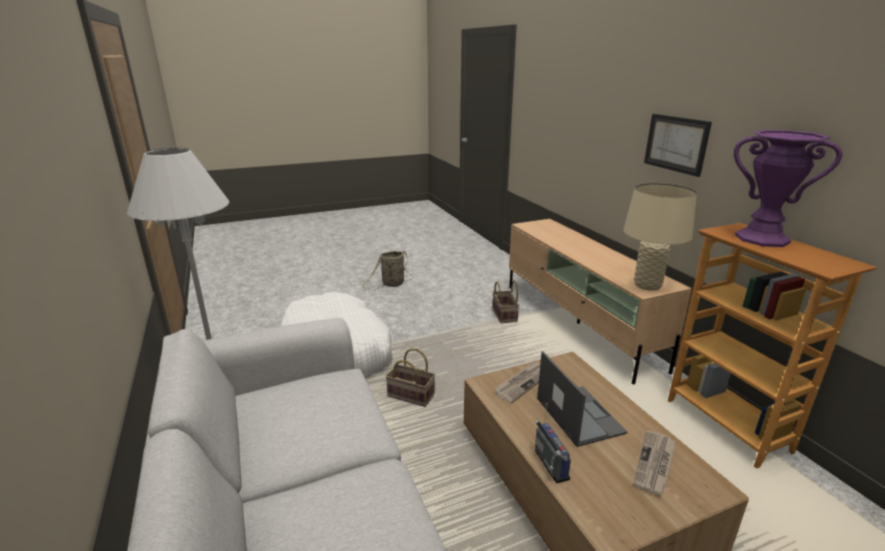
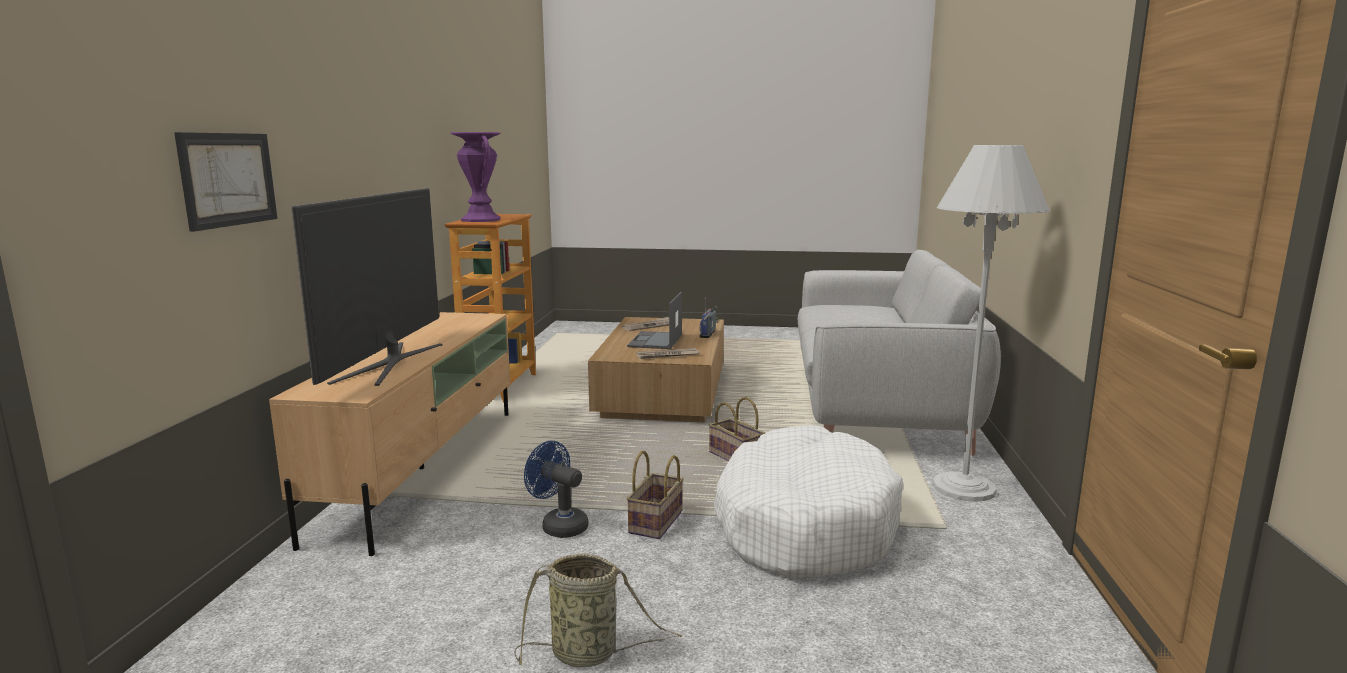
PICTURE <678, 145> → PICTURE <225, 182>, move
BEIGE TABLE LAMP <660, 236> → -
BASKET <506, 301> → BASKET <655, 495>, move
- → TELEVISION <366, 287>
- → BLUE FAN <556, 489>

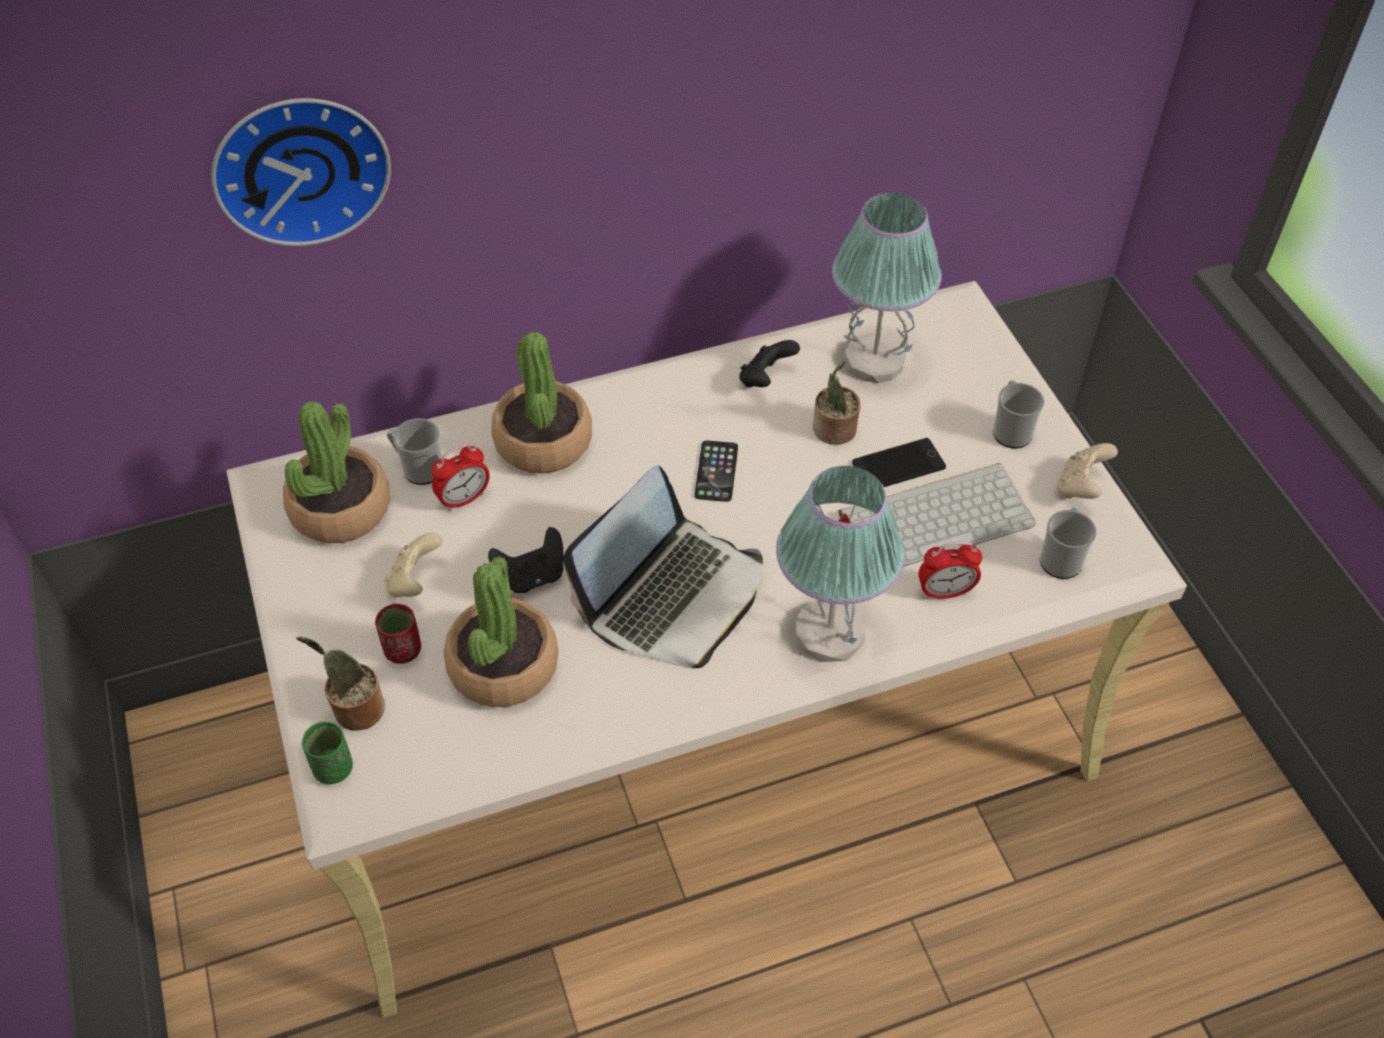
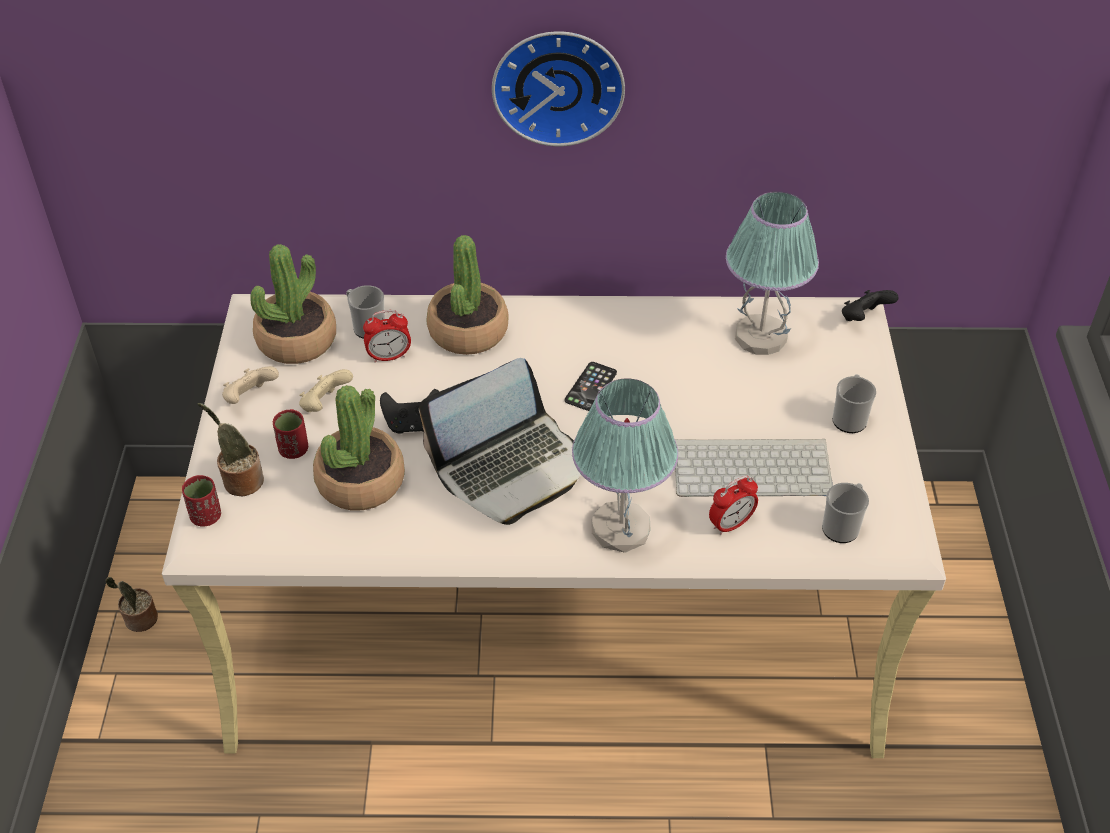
WALL CLOCK <301, 172> → WALL CLOCK <558, 88>, move
BLACK GAME CONTROLLER <769, 364> → BLACK GAME CONTROLLER <870, 305>, move
POTTED PLANT <837, 402> → POTTED PLANT <131, 604>, move
PHONE <899, 462> → -
BEIGE GAME CONTROLLER <1087, 471> → BEIGE GAME CONTROLLER <250, 385>, move
ALARM CLOCK <950, 570> → ALARM CLOCK <733, 505>, 45 degrees counterclockwise
GREEN CUP <327, 753> → RED CUP <201, 500>

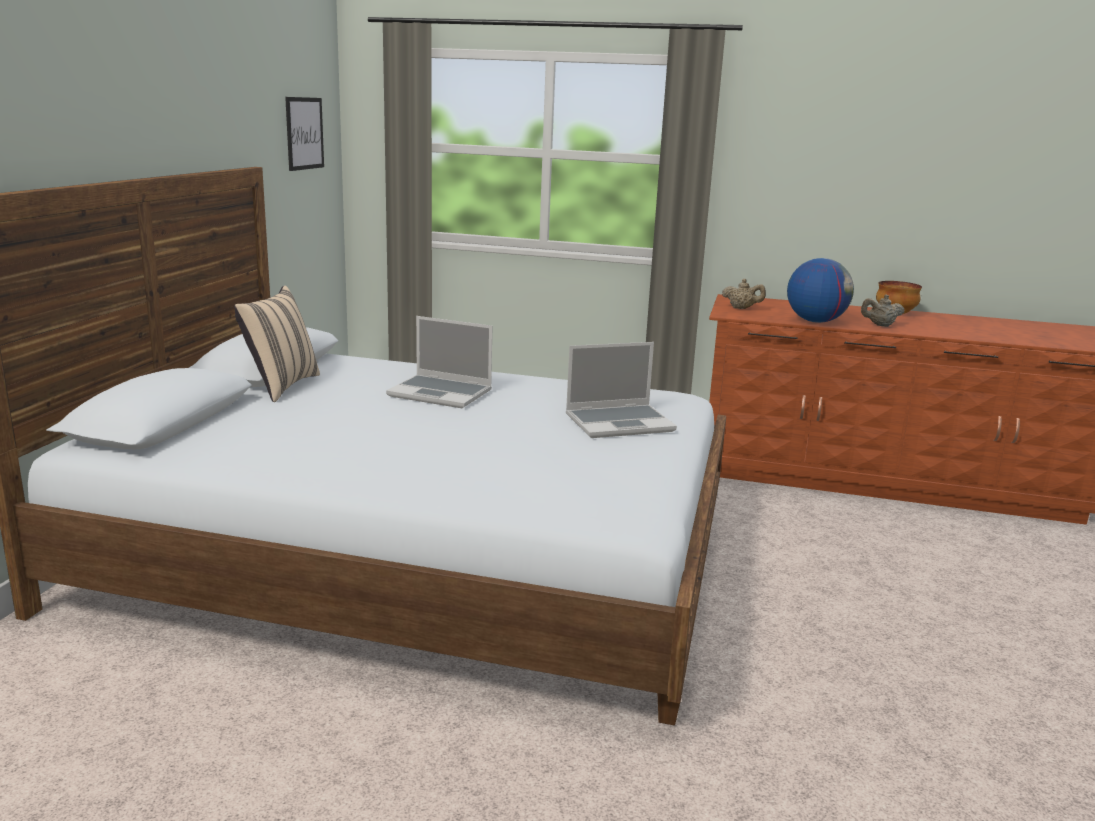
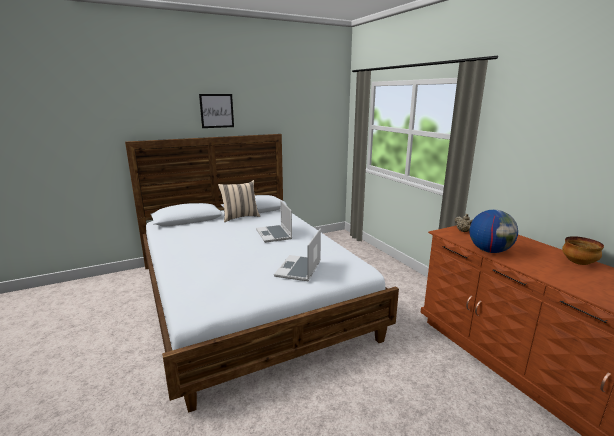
PICTURE <304, 134> → PICTURE <216, 111>, move
BEIGE TEAPOT <882, 310> → -
LAPTOP <621, 390> → LAPTOP <297, 254>, 75 degrees clockwise

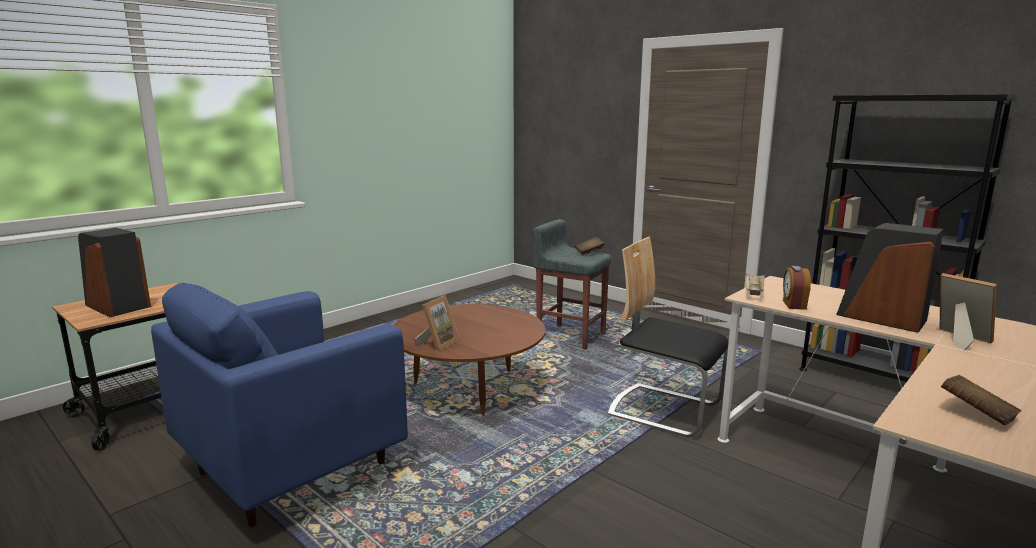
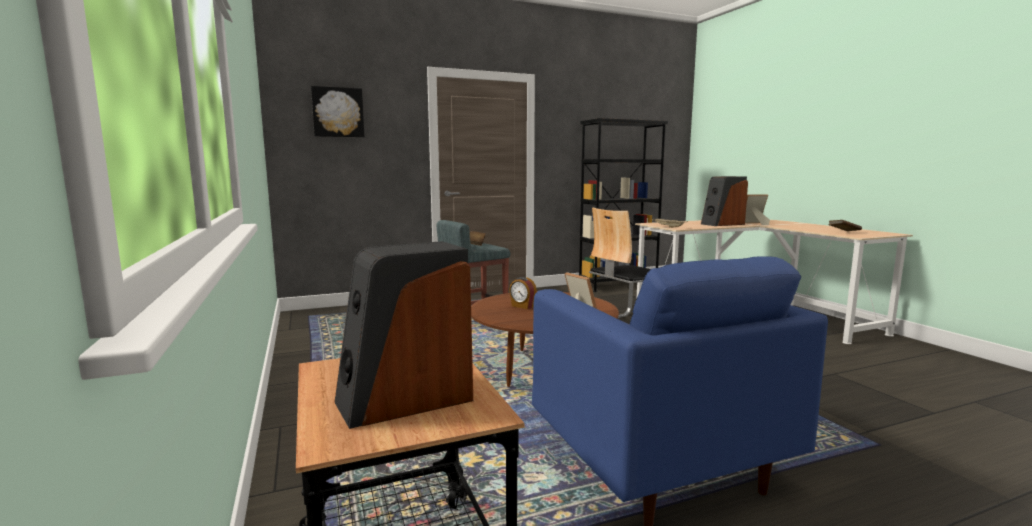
ALARM CLOCK <797, 288> → ALARM CLOCK <523, 293>, move
- → PICTURE <338, 111>

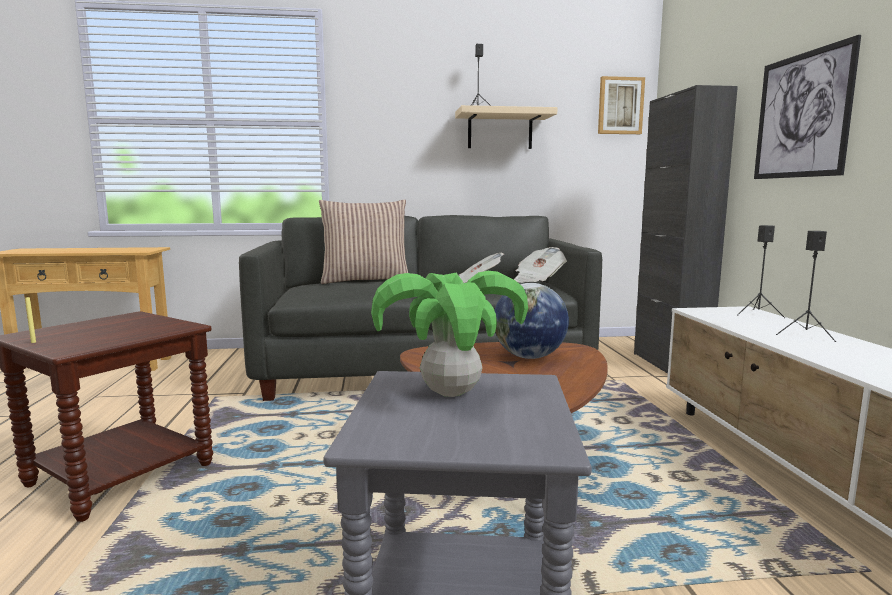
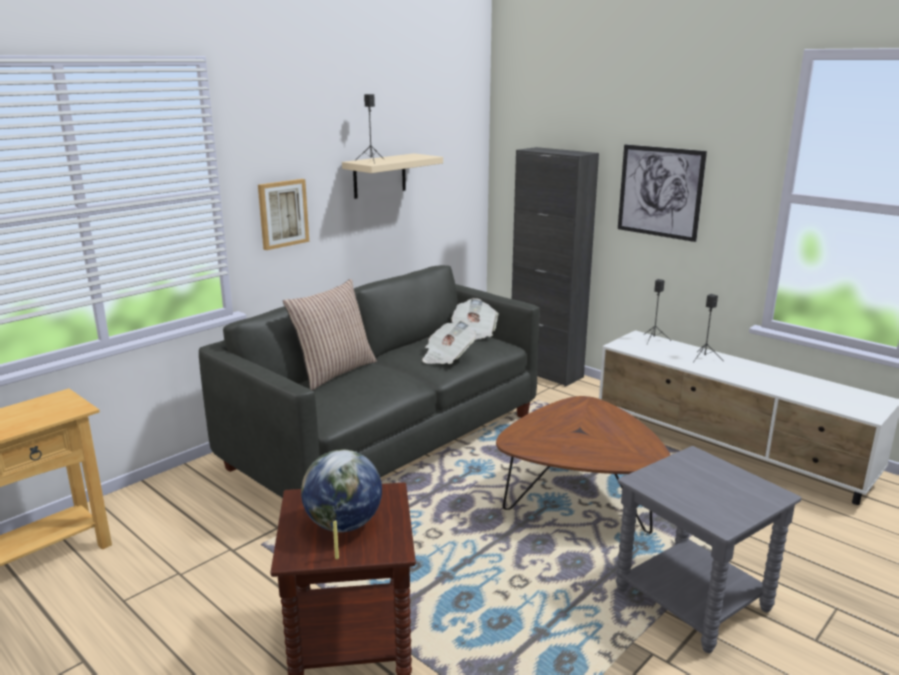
PICTURE <621, 105> → PICTURE <283, 214>, move
POTTED PLANT <449, 334> → -
GLOBE <531, 321> → GLOBE <341, 491>, move

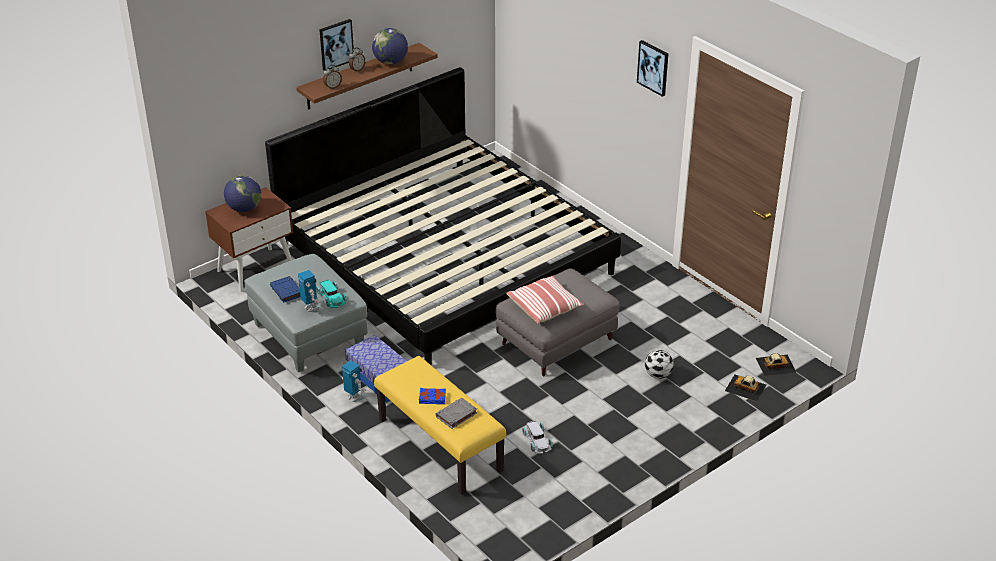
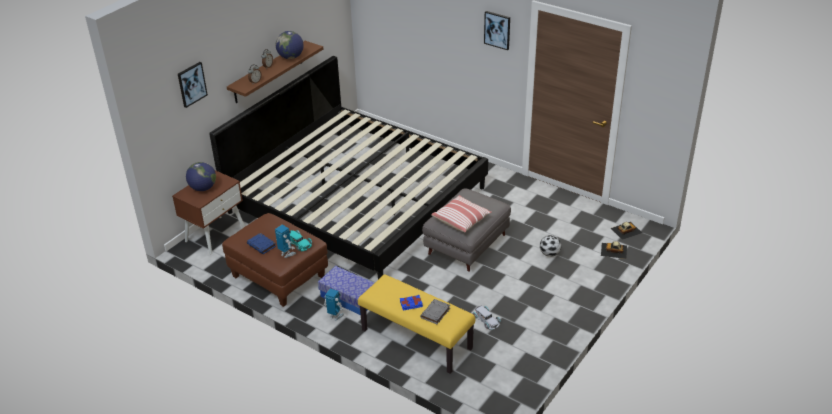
PICTURE <336, 45> → PICTURE <193, 85>, move
GREY OTTOMAN <306, 313> → BROWN OTTOMAN <275, 260>

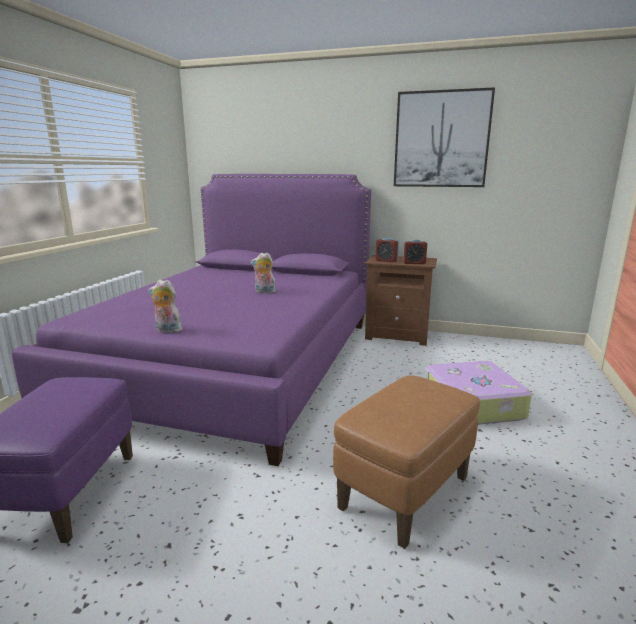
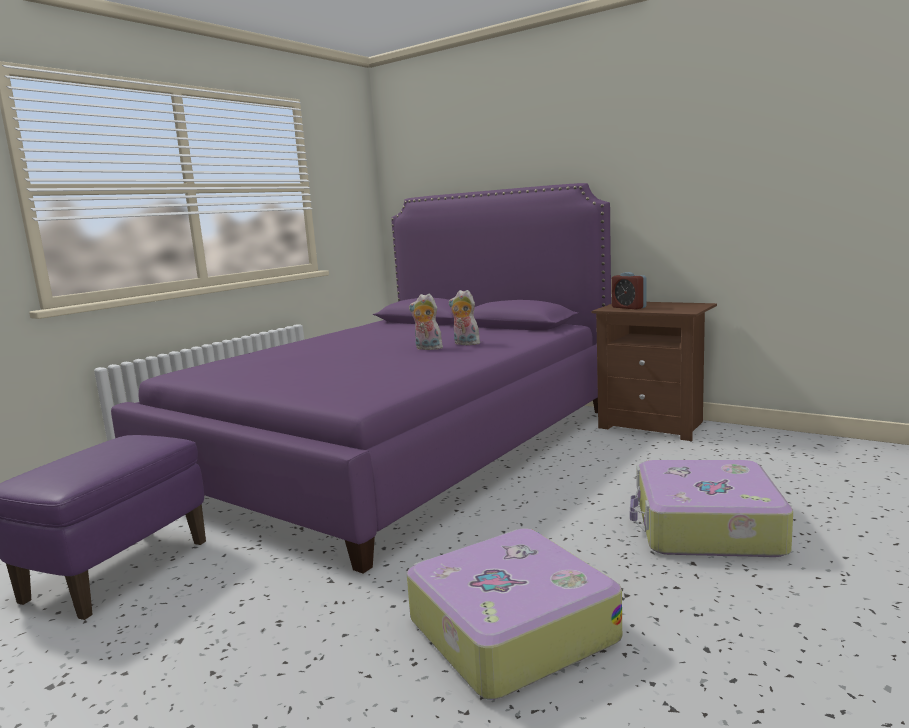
PICTURE <444, 137> → -
ALARM CLOCK <415, 251> → -
PLUSH TOY <165, 306> → PLUSH TOY <464, 317>, move
BROWN OTTOMAN <406, 462> → SUITCASE <514, 613>

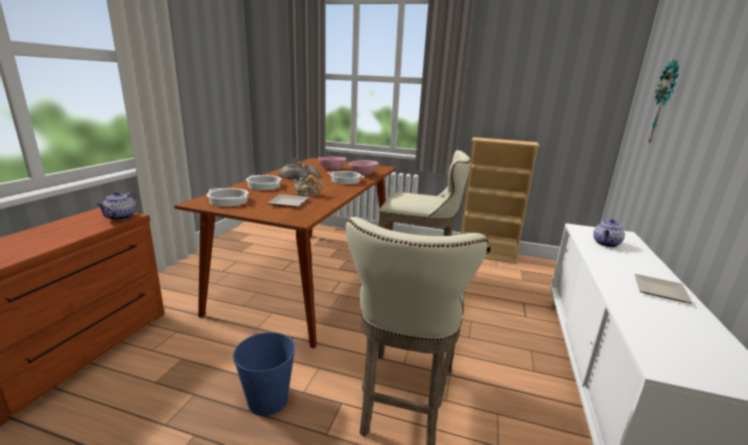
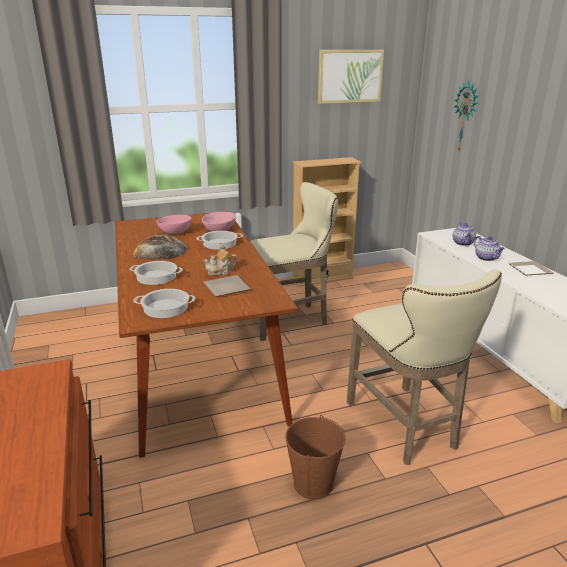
TEAPOT <117, 205> → TEAPOT <489, 248>, move
BLUE BUCKET <264, 374> → BROWN BUCKET <315, 457>
- → PICTURE <351, 77>

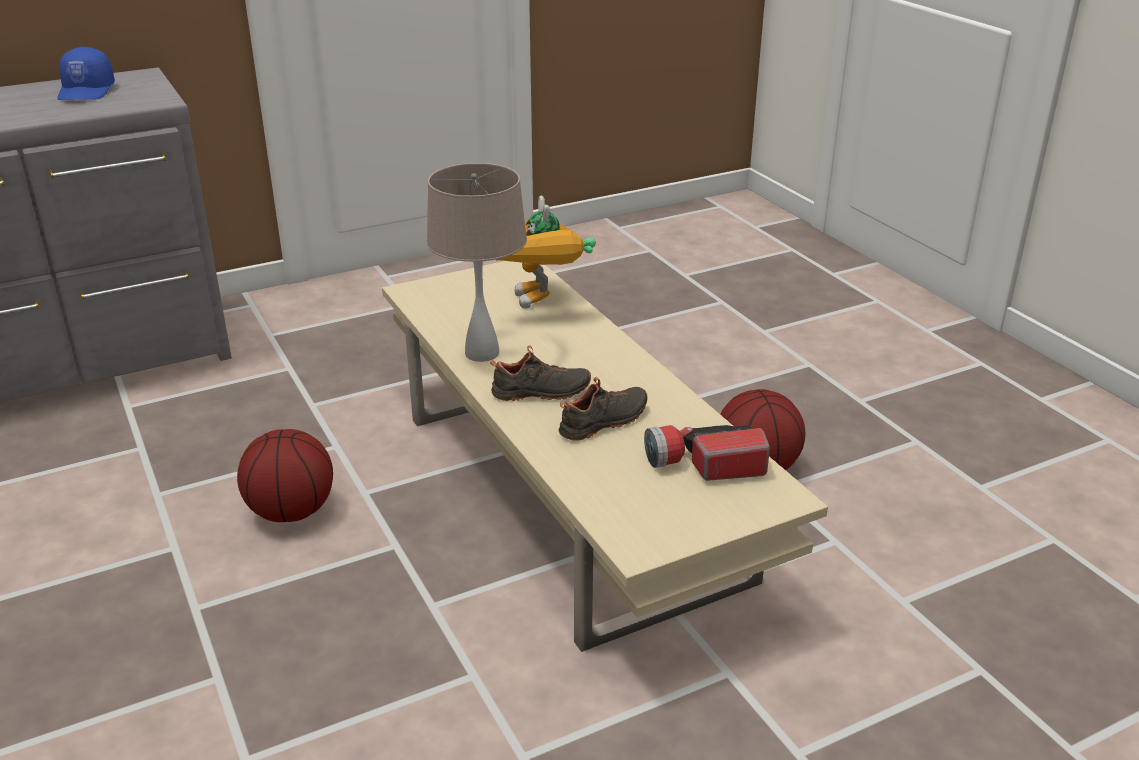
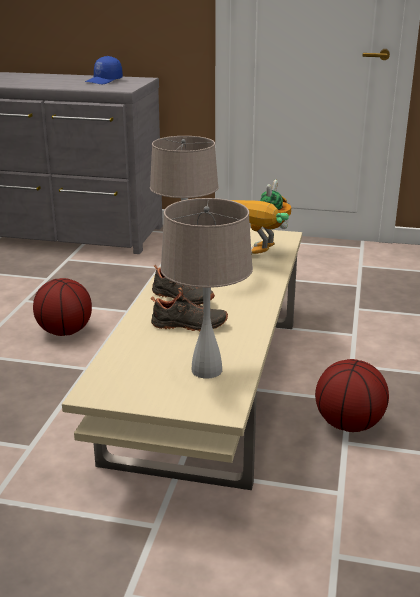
FLASHLIGHT <707, 453> → BEIGE TABLE LAMP <206, 288>

